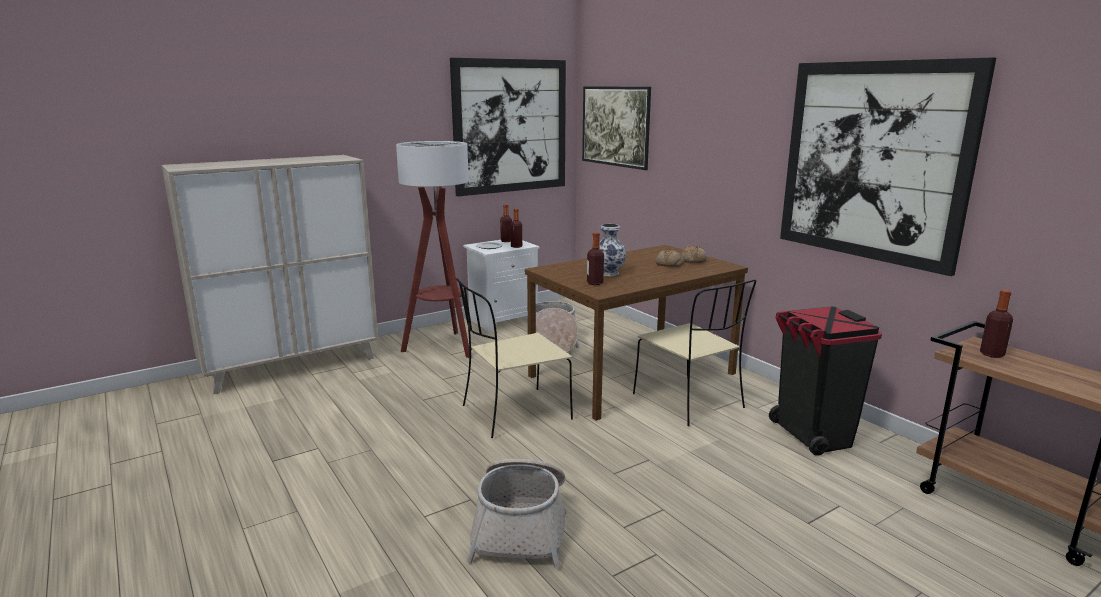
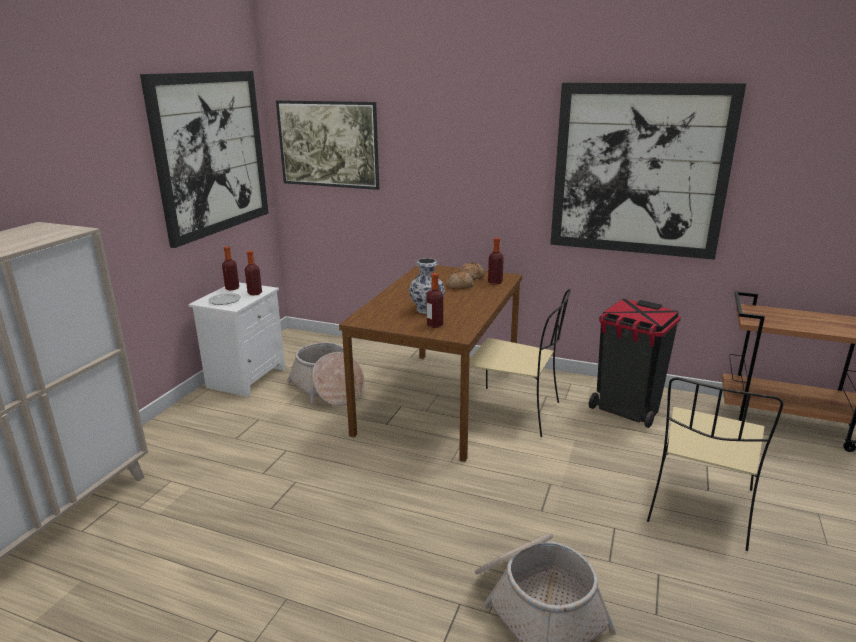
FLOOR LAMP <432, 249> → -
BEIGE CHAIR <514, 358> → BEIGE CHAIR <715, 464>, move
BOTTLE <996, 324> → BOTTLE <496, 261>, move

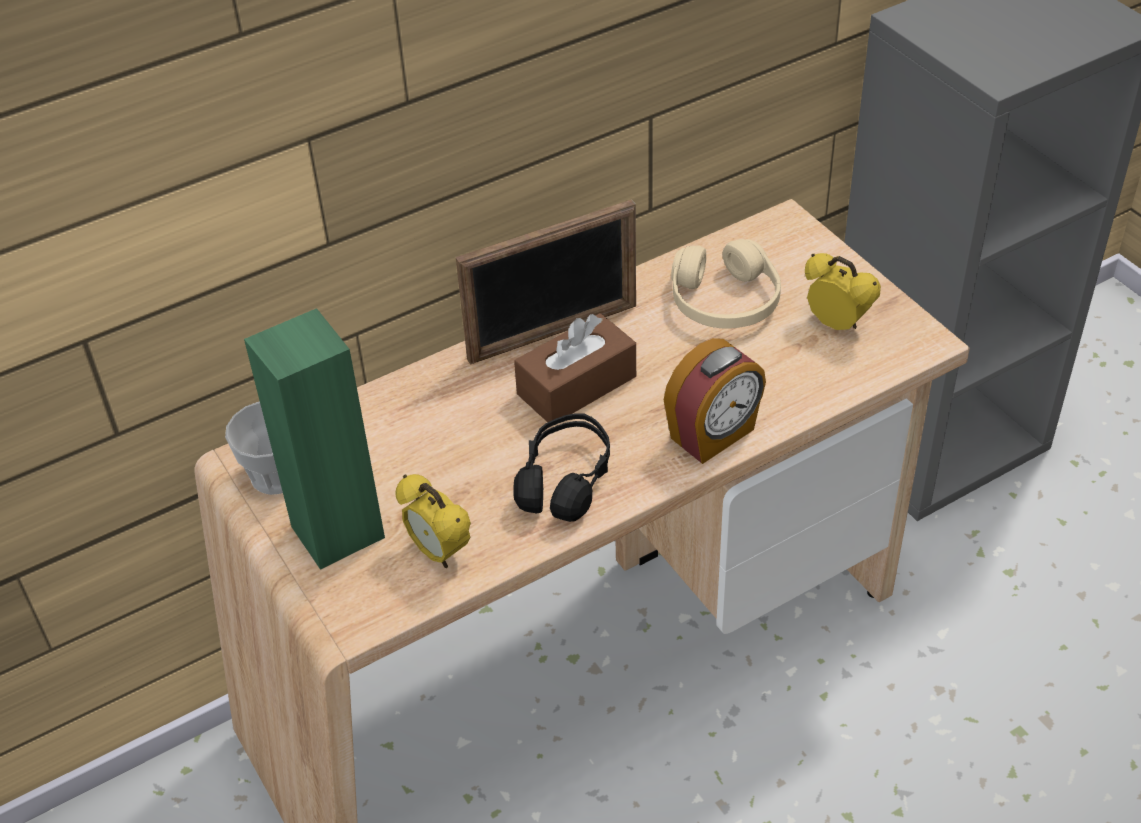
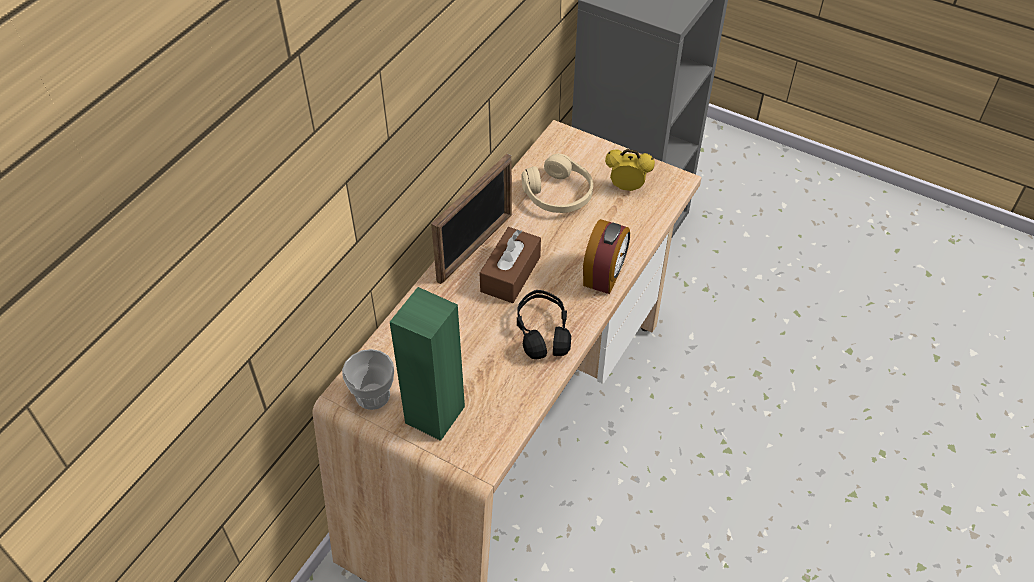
ALARM CLOCK <433, 521> → -

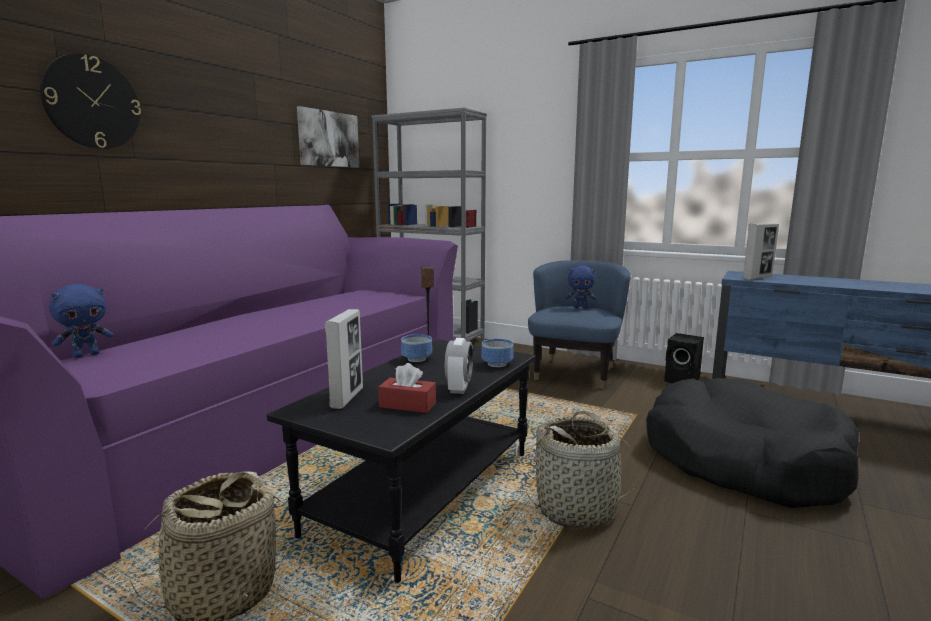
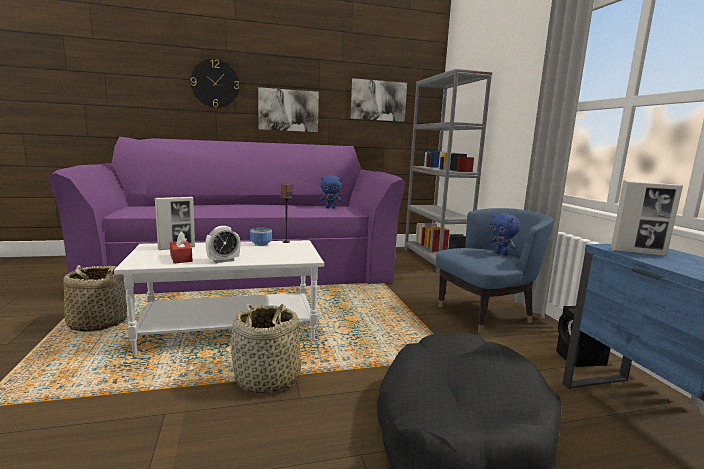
BLUE PLUSH TOY <81, 321> → BLUE PLUSH TOY <330, 192>, move
BLACK COFFEE TABLE <401, 461> → WHITE COFFEE TABLE <219, 297>
BOWL <497, 353> → -
- → PICTURE <288, 109>

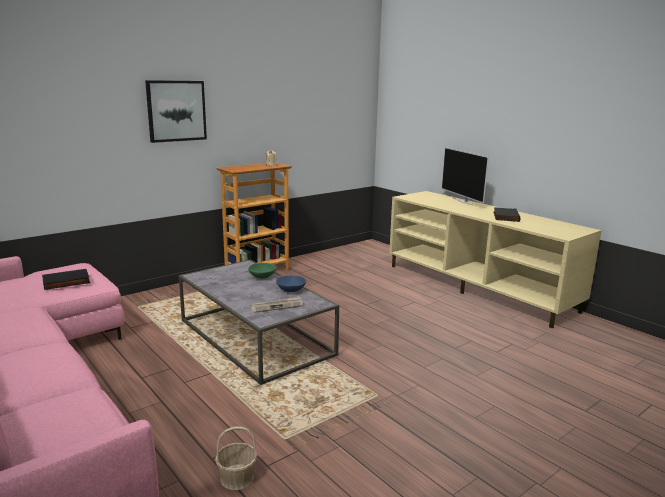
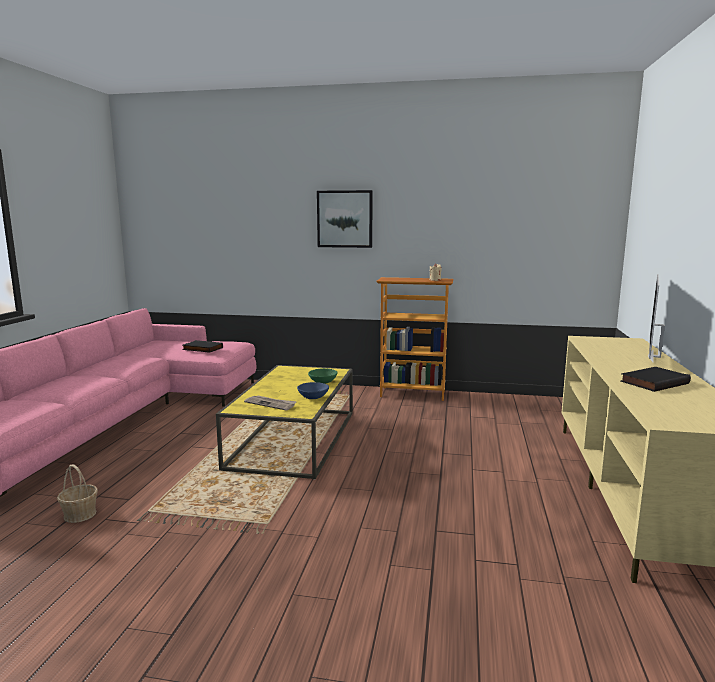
GREY COFFEE TABLE <259, 322> → YELLOW COFFEE TABLE <284, 422>

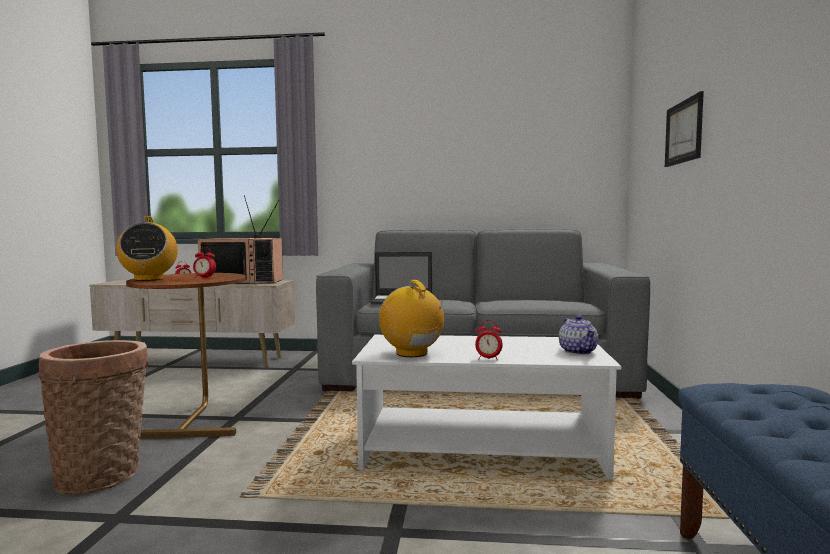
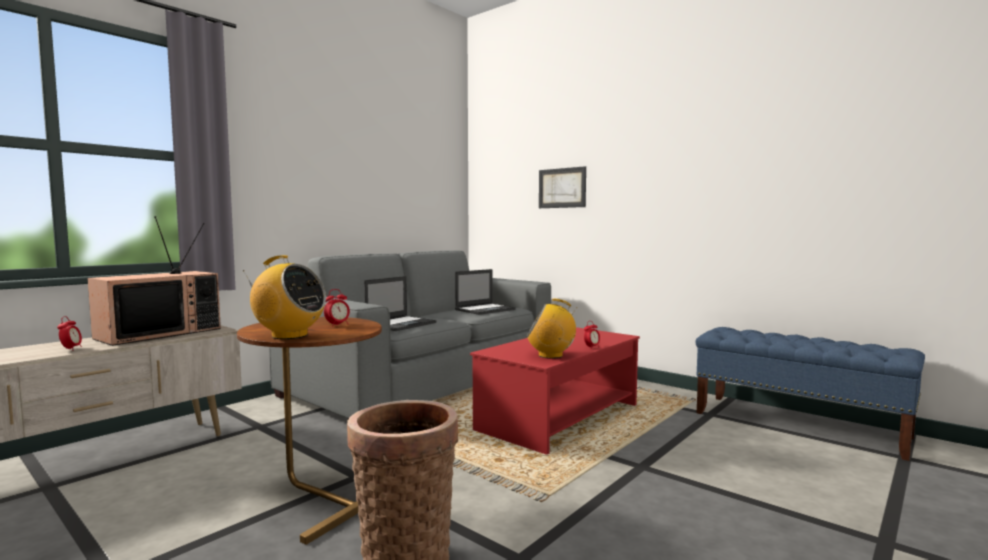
TEAPOT <578, 335> → -
WHITE COFFEE TABLE <486, 407> → RED COFFEE TABLE <555, 391>
- → LAPTOP <485, 292>

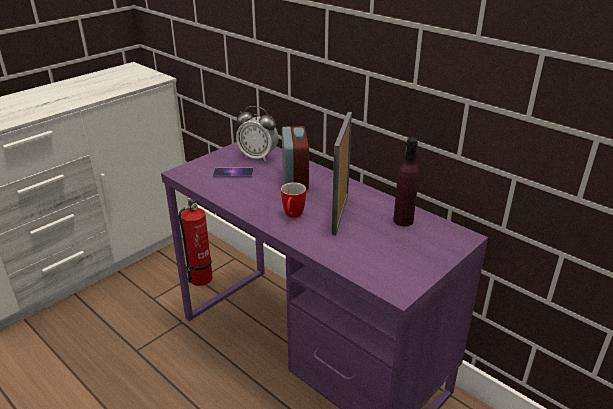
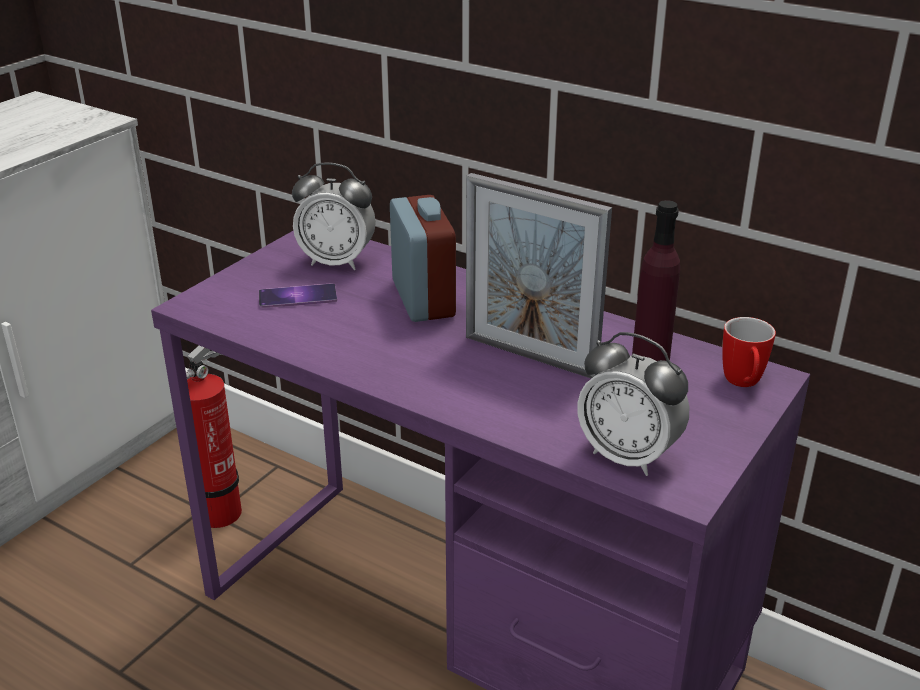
PICTURE FRAME <342, 173> → PICTURE FRAME <539, 276>, 60 degrees counterclockwise
MUG <293, 200> → MUG <749, 352>, move
- → ALARM CLOCK <633, 404>

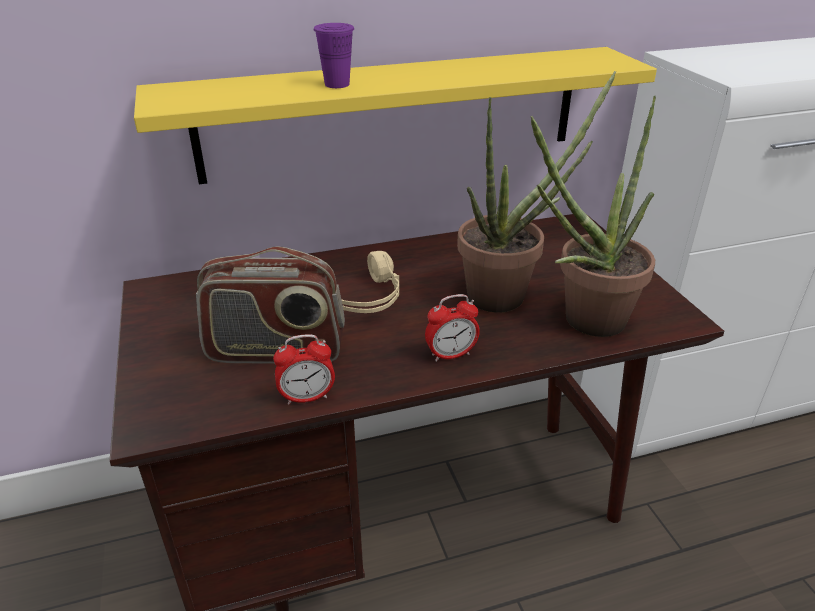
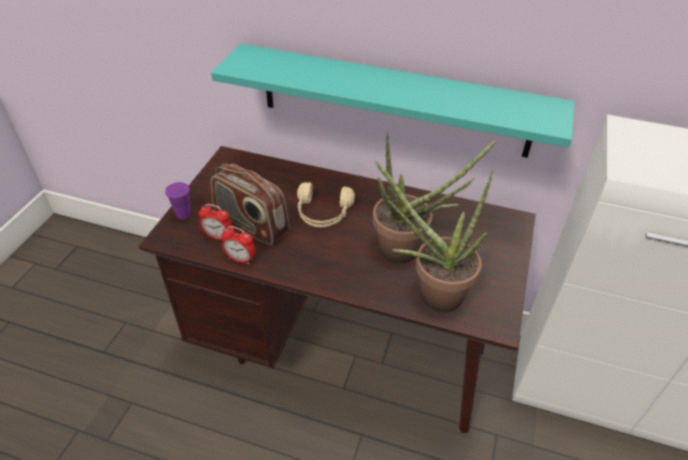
PURPLE CUP <334, 55> → PURPLE CUP <178, 200>, move
YELLOW SHELF <395, 115> → TURQUOISE SHELF <393, 101>
ALARM CLOCK <452, 328> → ALARM CLOCK <216, 222>, move

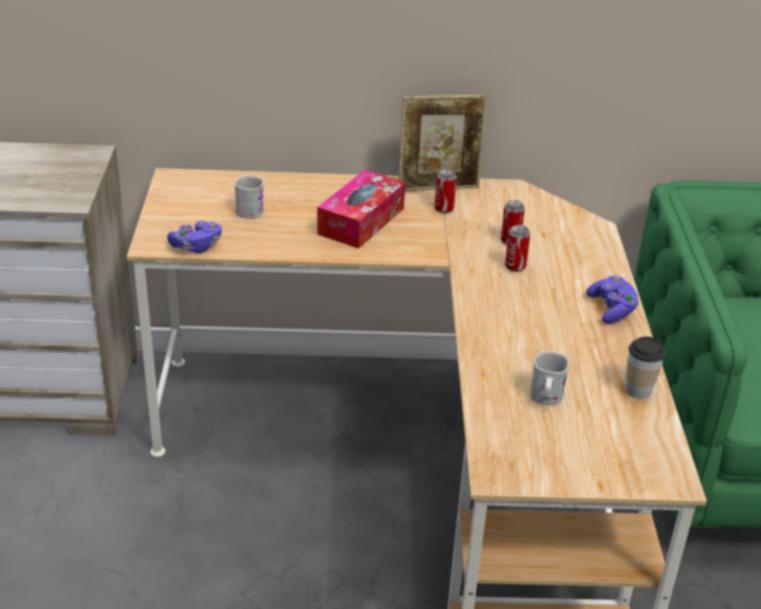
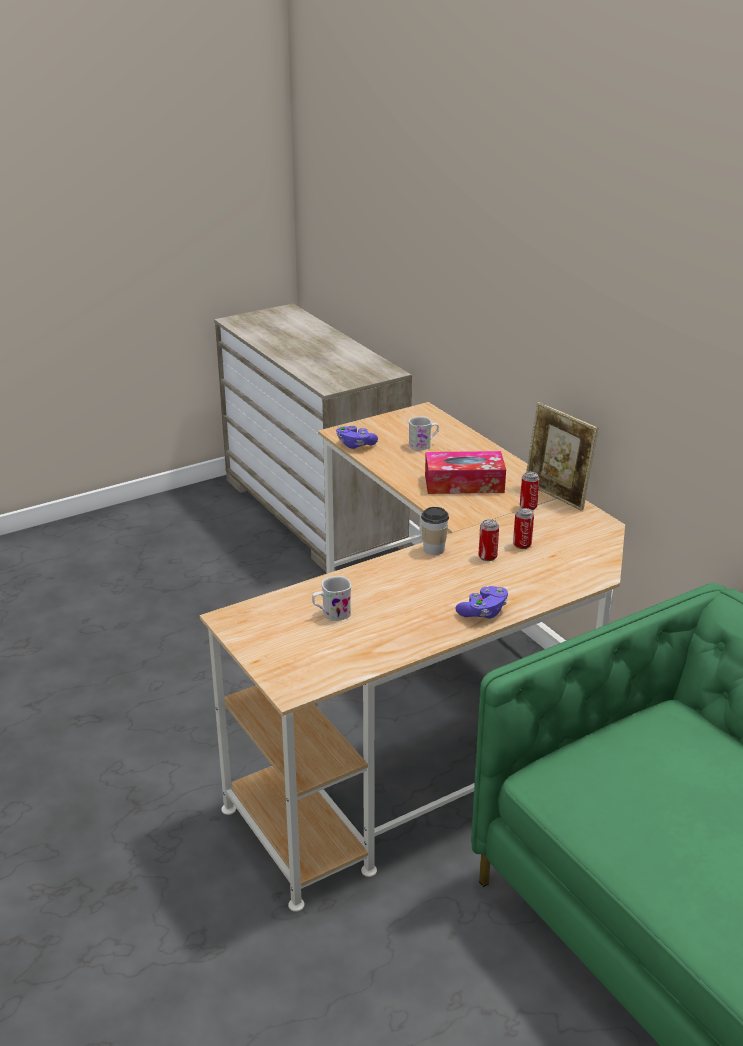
CUP <645, 367> → CUP <435, 531>, move

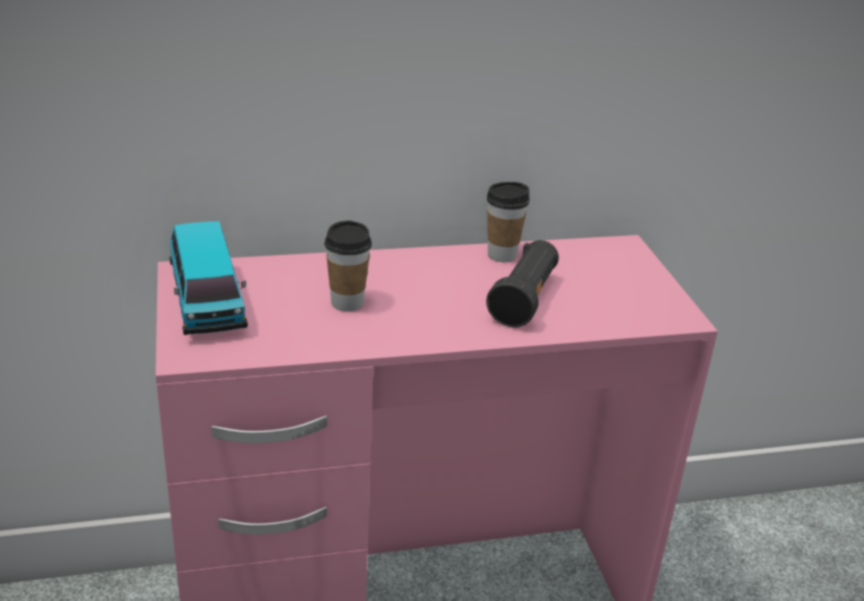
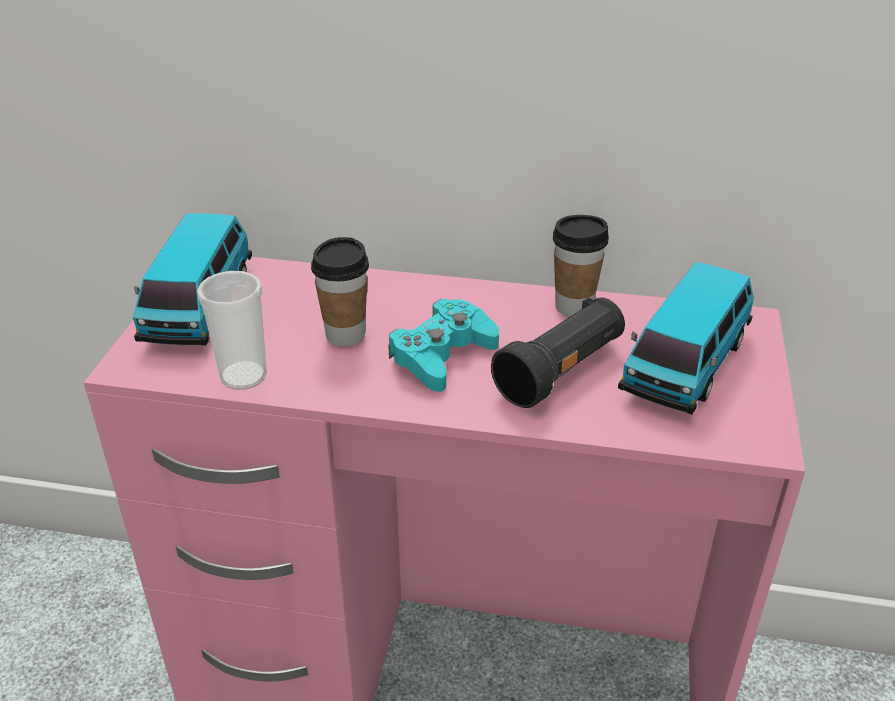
- → TOY CAR <686, 338>
- → CUP <232, 330>
- → TURQUOISE GAME CONTROLLER <443, 345>

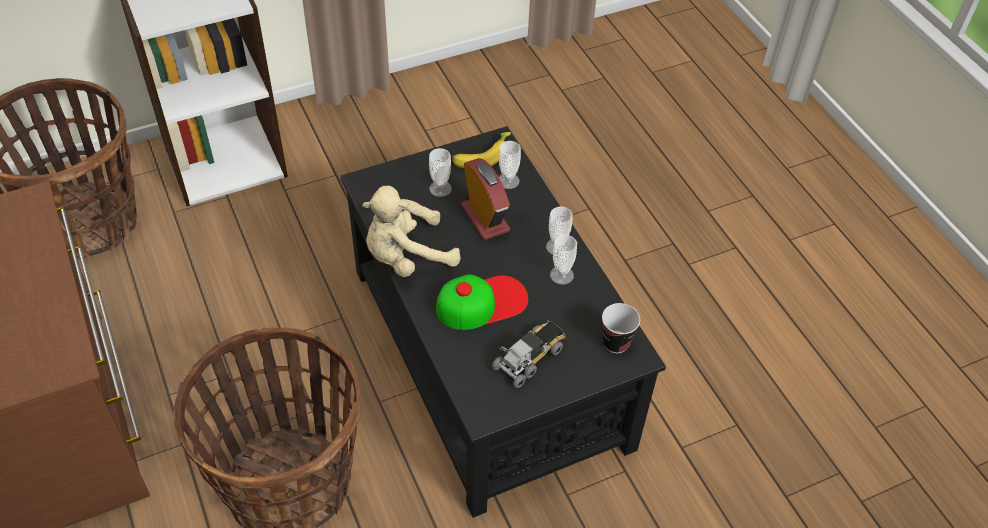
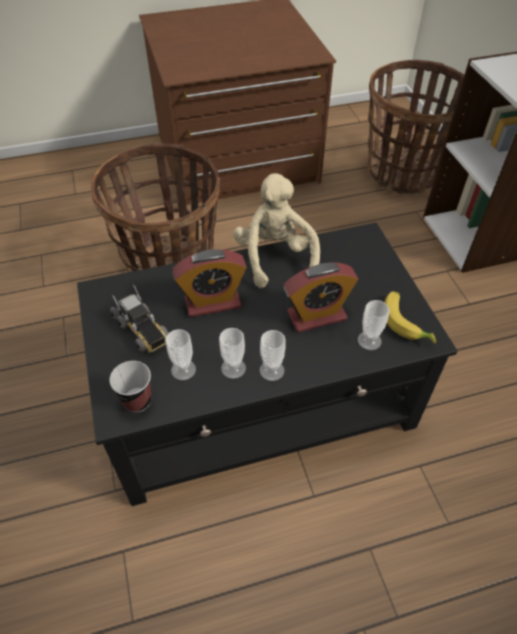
CUP <440, 172> → CUP <181, 354>, move
CAP <482, 302> → ALARM CLOCK <209, 283>

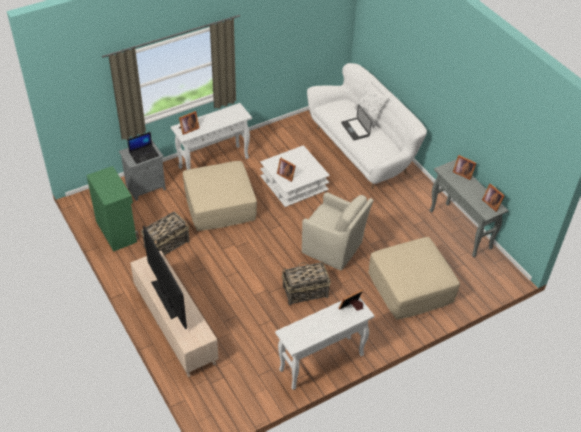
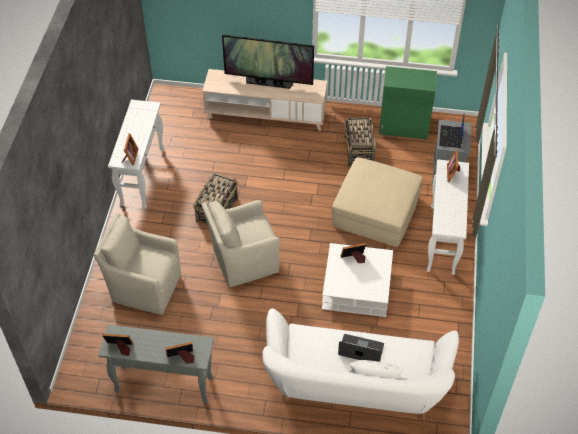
BEIGE OTTOMAN <414, 278> → BEIGE ARMCHAIR <137, 264>

